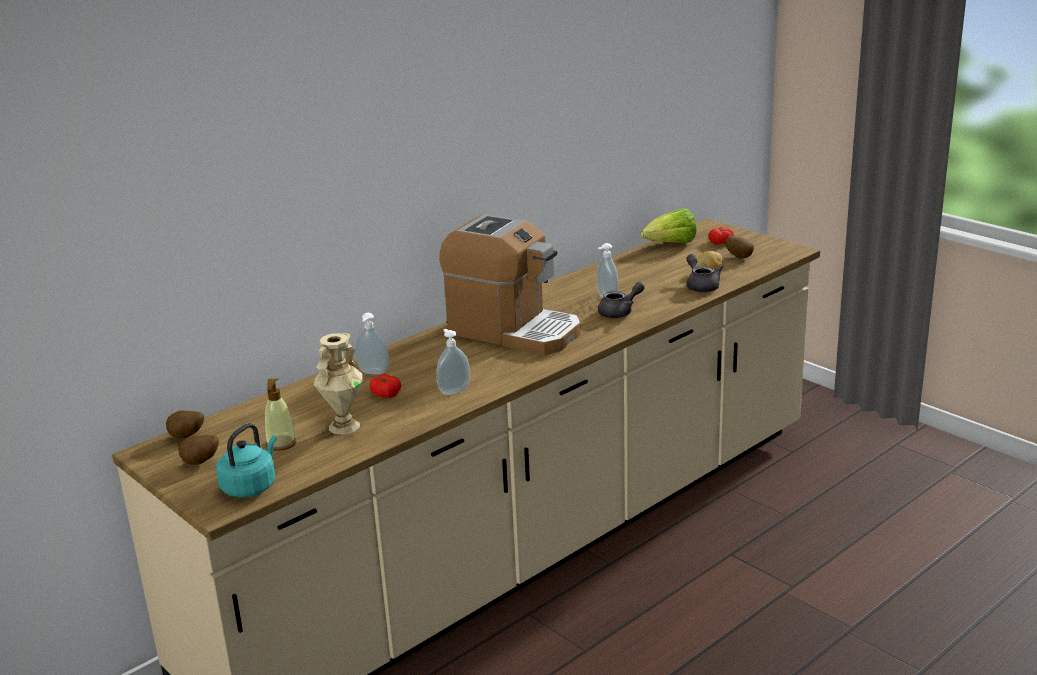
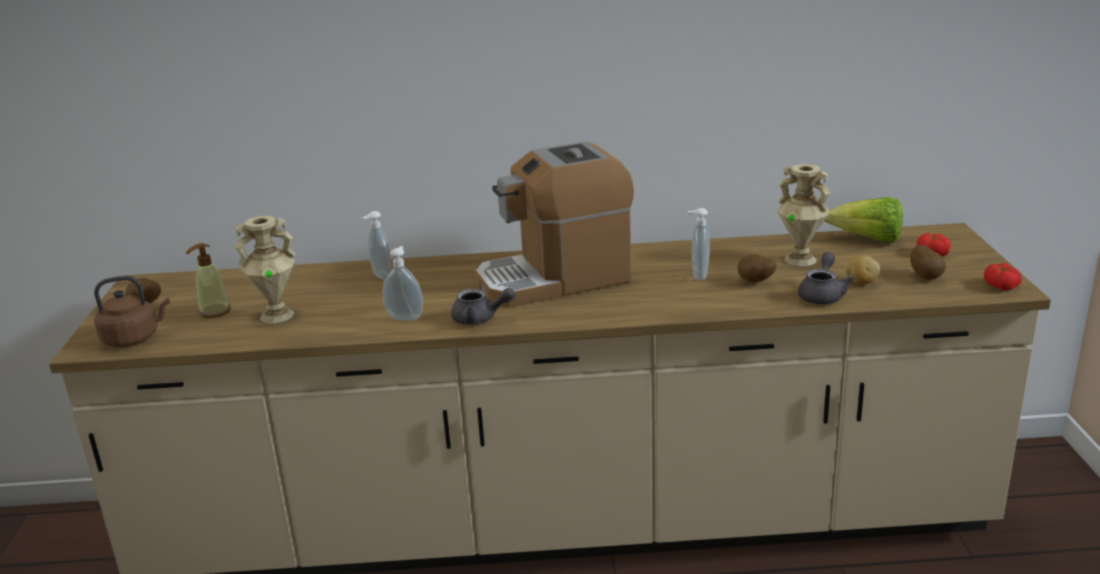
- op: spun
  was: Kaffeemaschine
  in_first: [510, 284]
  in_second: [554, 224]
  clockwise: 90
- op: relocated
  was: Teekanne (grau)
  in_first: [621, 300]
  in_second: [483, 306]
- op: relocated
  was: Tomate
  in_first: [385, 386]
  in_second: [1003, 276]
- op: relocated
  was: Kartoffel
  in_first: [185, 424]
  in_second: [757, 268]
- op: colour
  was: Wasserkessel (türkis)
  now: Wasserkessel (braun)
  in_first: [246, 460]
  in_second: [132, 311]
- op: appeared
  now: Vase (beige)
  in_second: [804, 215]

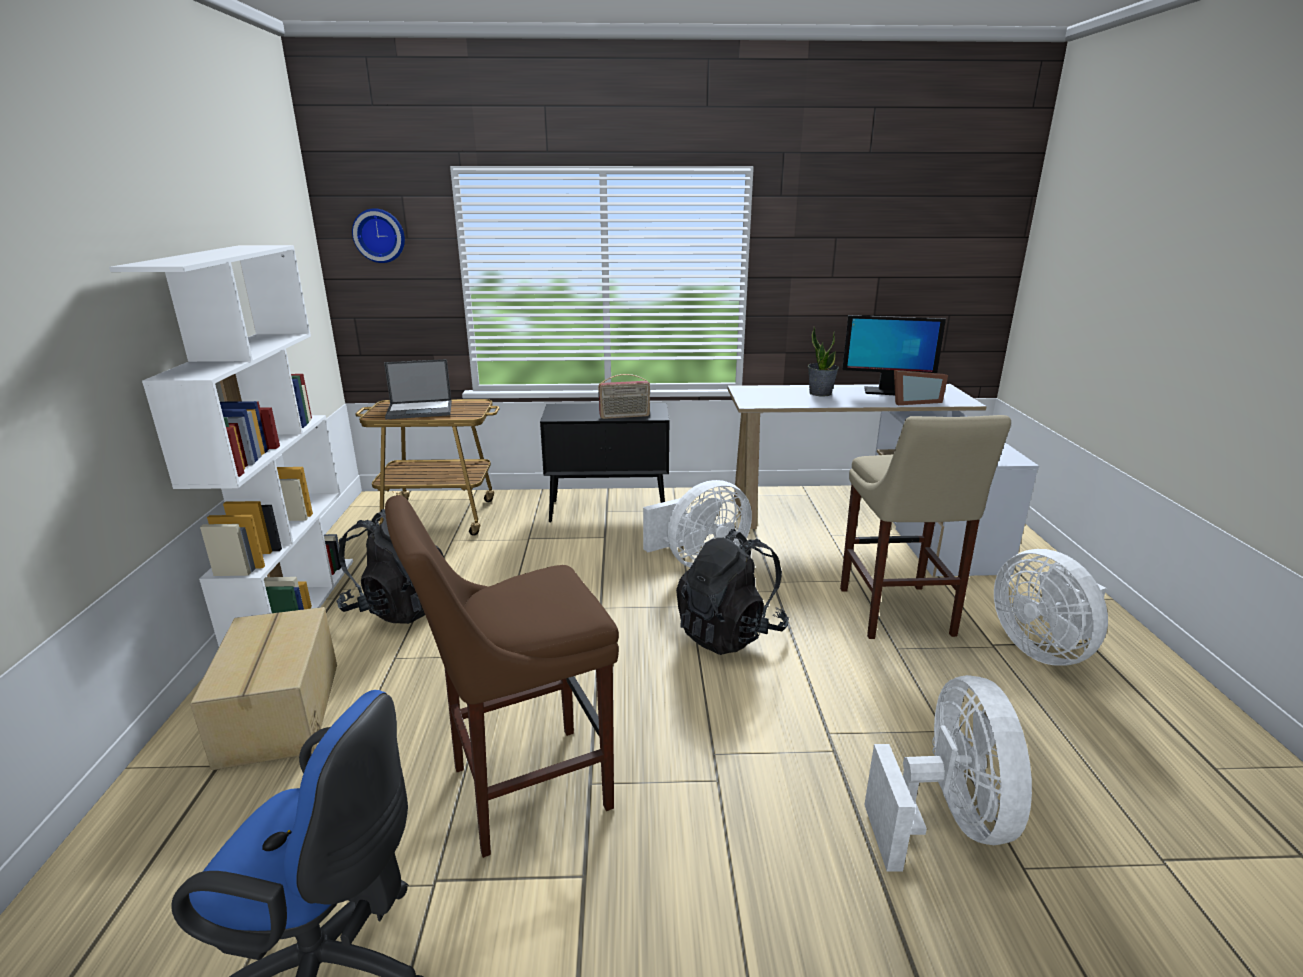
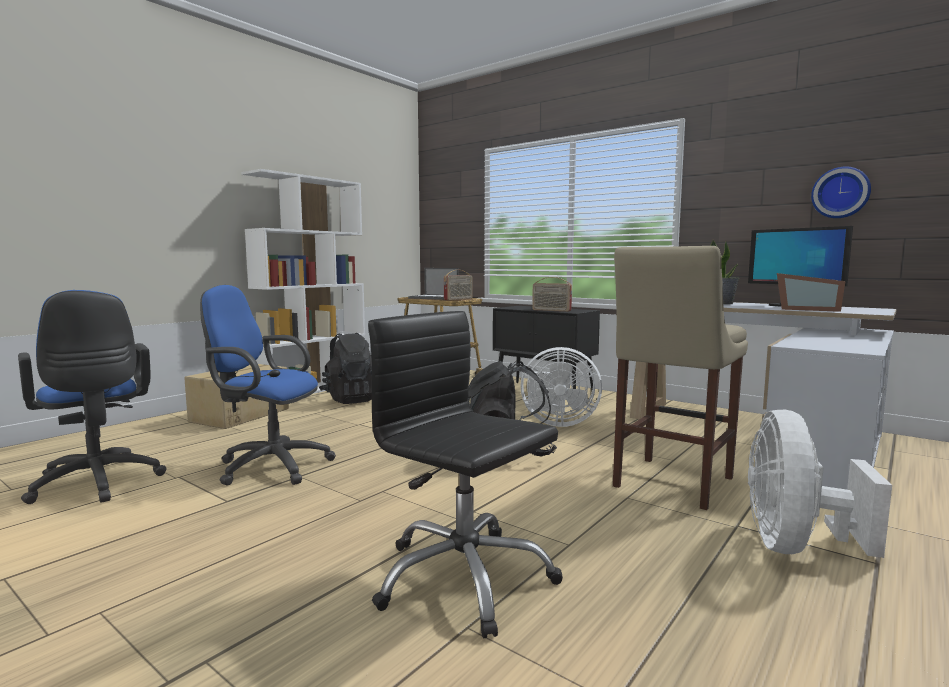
- op: relocated
  was: Wanduhr
  in_first: [378, 235]
  in_second: [841, 192]
- op: exchanged
  was: Hocker (braun)
  now: Bürostuhl (blau)
  in_first: [502, 676]
  in_second: [268, 385]
- op: exchanged
  was: Ventilator (weiß)
  now: Bürostuhl (schwarz)
  in_first: [948, 773]
  in_second: [465, 474]
- op: appeared
  now: Radio
  in_second: [458, 285]

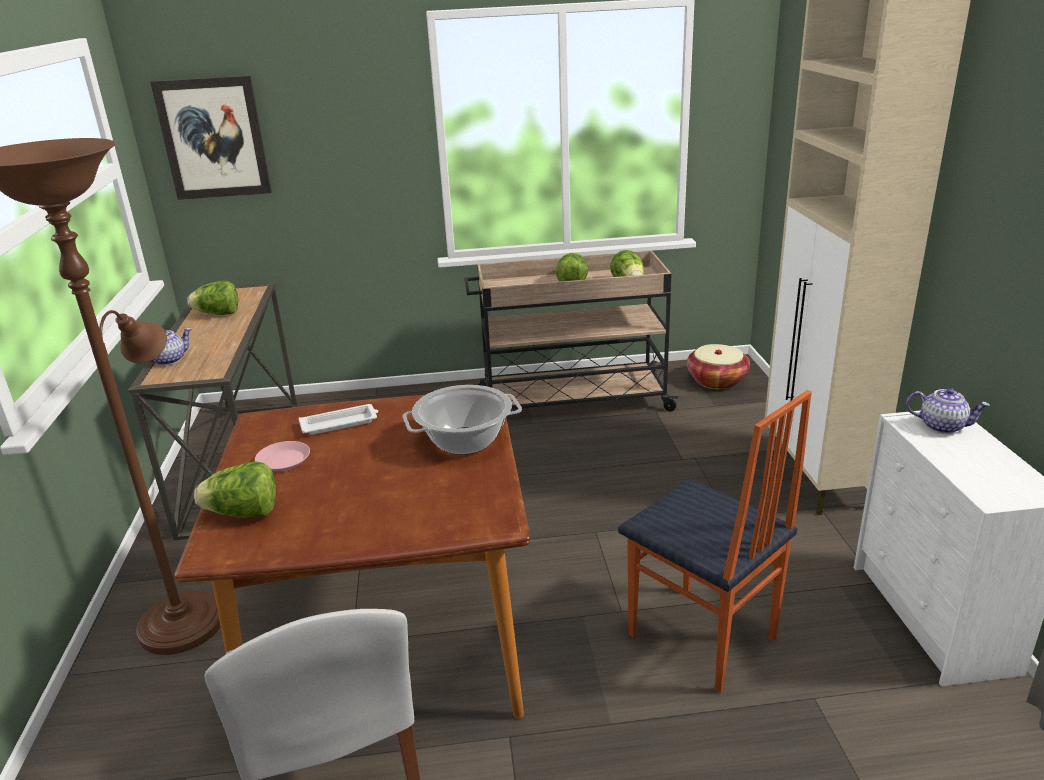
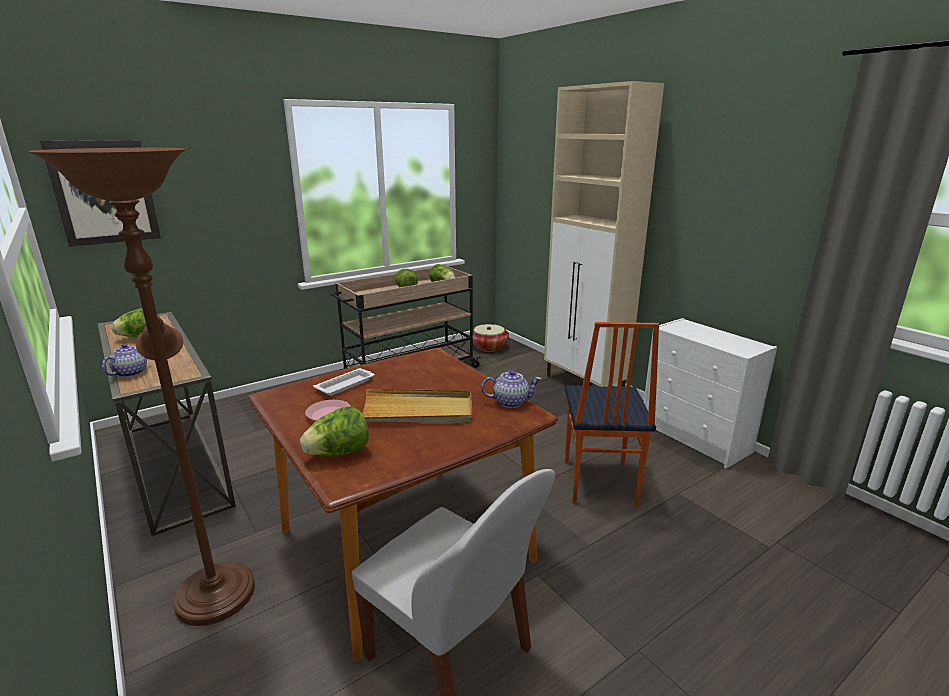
- op: missing
  was: Kochtopf
  in_first: [462, 420]
- op: relocated
  was: Teekanne
  in_first: [948, 411]
  in_second: [511, 389]
- op: spun
  was: Stuhl
  in_first: [715, 541]
  in_second: [612, 414]
  clockwise: 75
- op: appeared
  now: Tablett (beige)
  in_second: [417, 406]

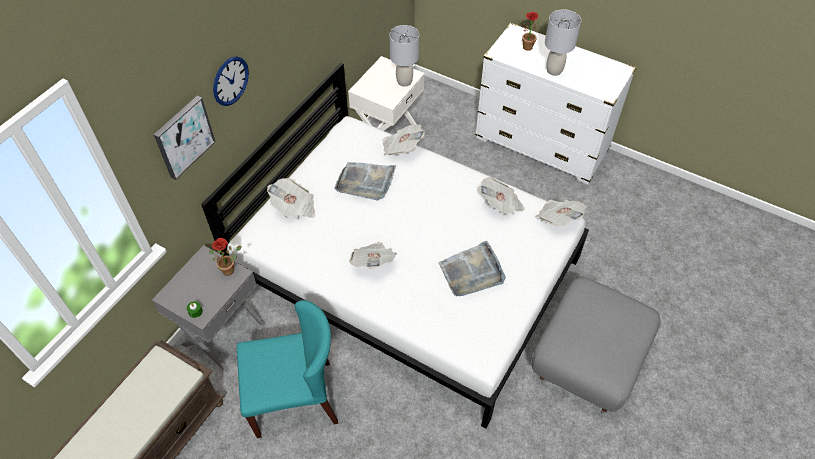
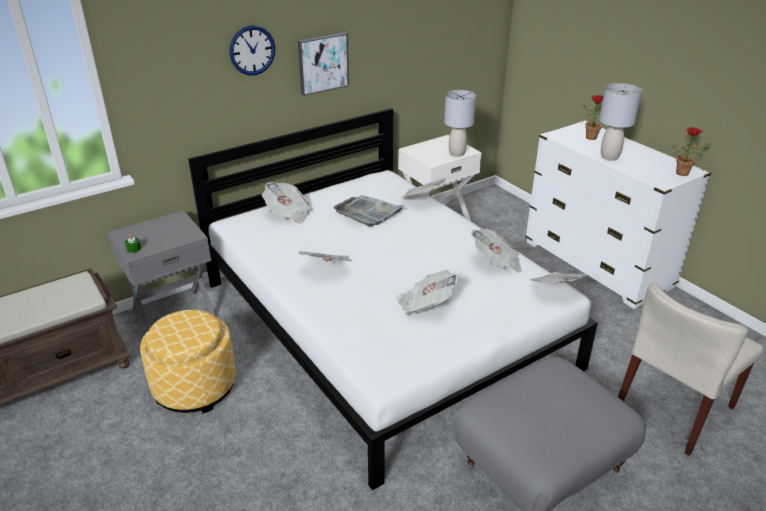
- op: relocated
  was: Bild
  in_first: [185, 138]
  in_second: [323, 64]
- op: relocated
  was: Topfpflanze
  in_first: [225, 257]
  in_second: [691, 151]
- op: exchanged
  was: Tablett (grau)
  now: Zeitung
  in_first: [472, 268]
  in_second: [428, 292]
- op: exchanged
  was: Stuhl (türkis)
  now: Polsterhocker
  in_first: [287, 369]
  in_second: [188, 362]
- op: appeared
  now: Stuhl (beige)
  in_second: [690, 369]

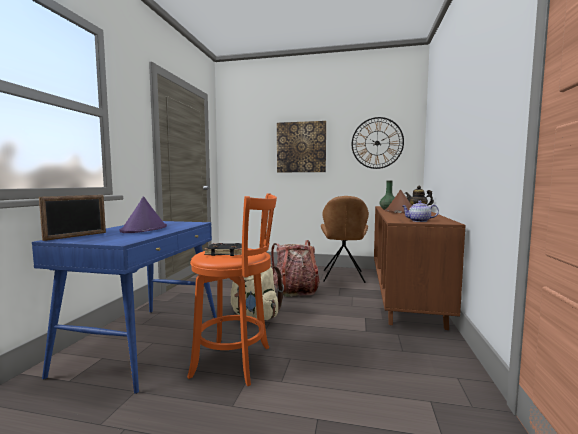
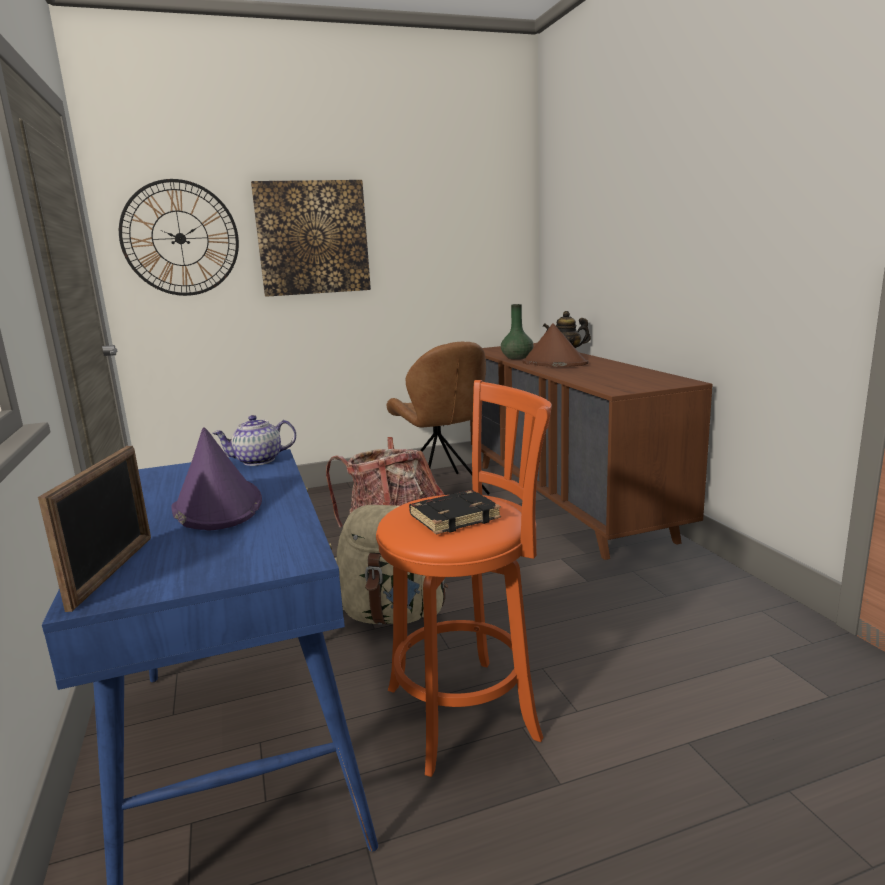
- op: relocated
  was: Wanduhr
  in_first: [378, 143]
  in_second: [179, 237]
- op: relocated
  was: Teekanne
  in_first: [420, 211]
  in_second: [254, 440]

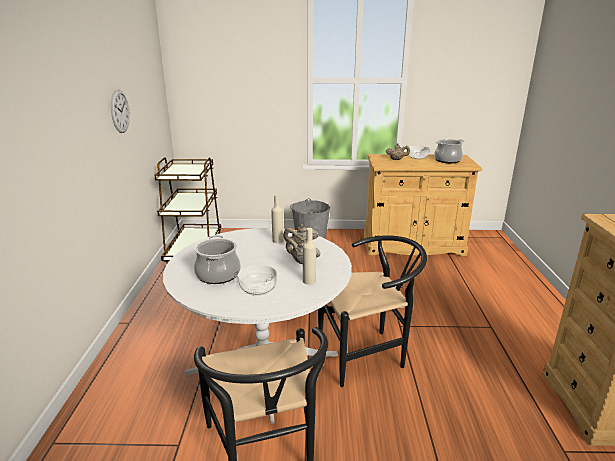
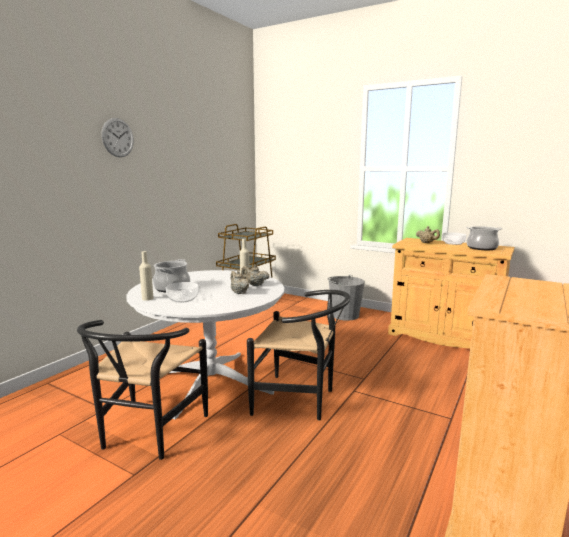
- op: relocated
  was: Wanduhr
  in_first: [120, 111]
  in_second: [117, 137]
- op: relocated
  was: Flasche (beige)
  in_first: [309, 256]
  in_second: [146, 276]

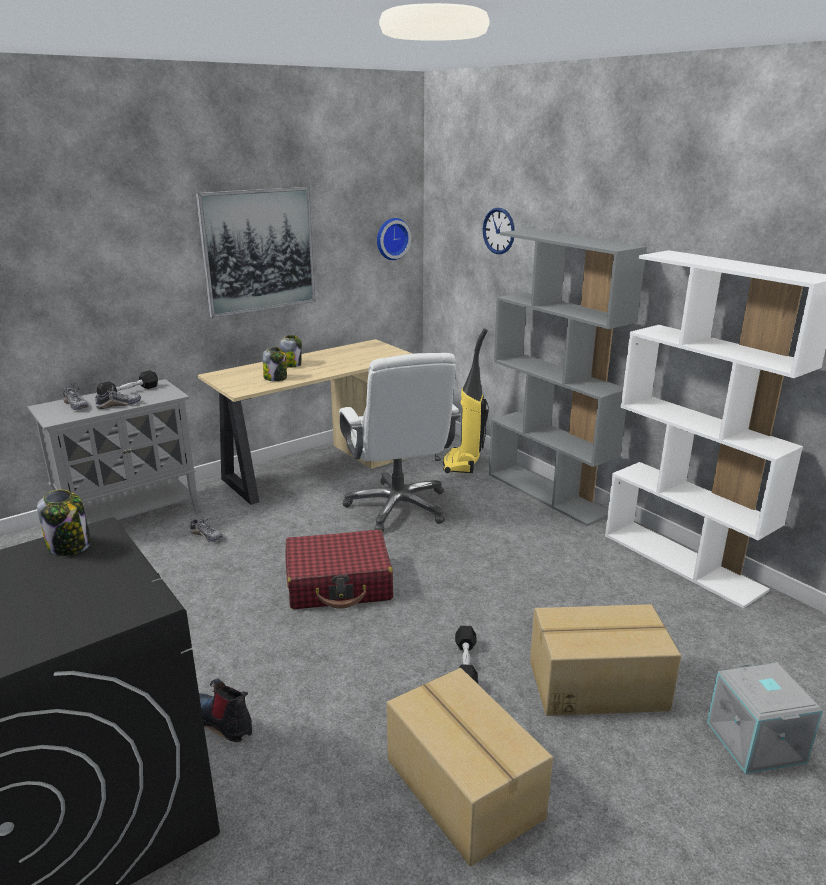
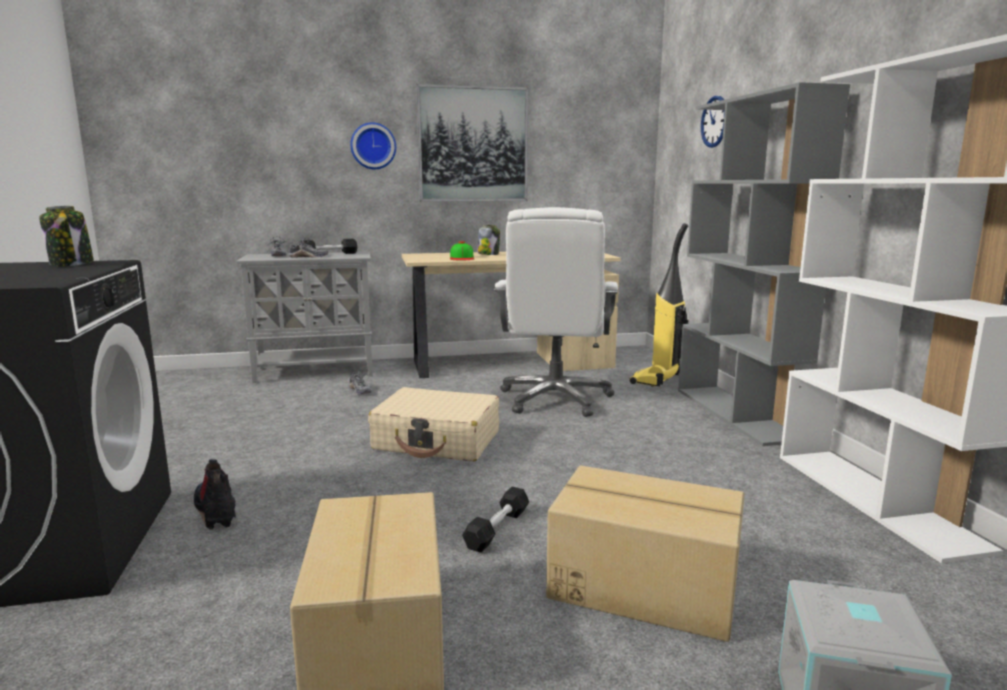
- op: relocated
  was: Wanduhr
  in_first: [394, 239]
  in_second: [373, 145]
- op: exchanged
  was: Vorratsglas
  now: Kappe
  in_first: [275, 364]
  in_second: [462, 250]
- op: colour
  was: Koffer (rot)
  now: Koffer (beige)
  in_first: [339, 569]
  in_second: [433, 424]

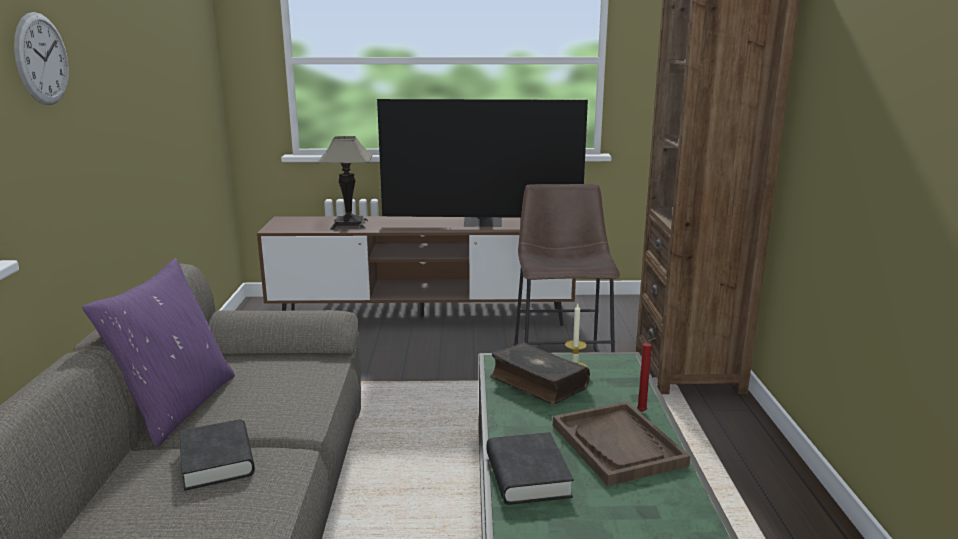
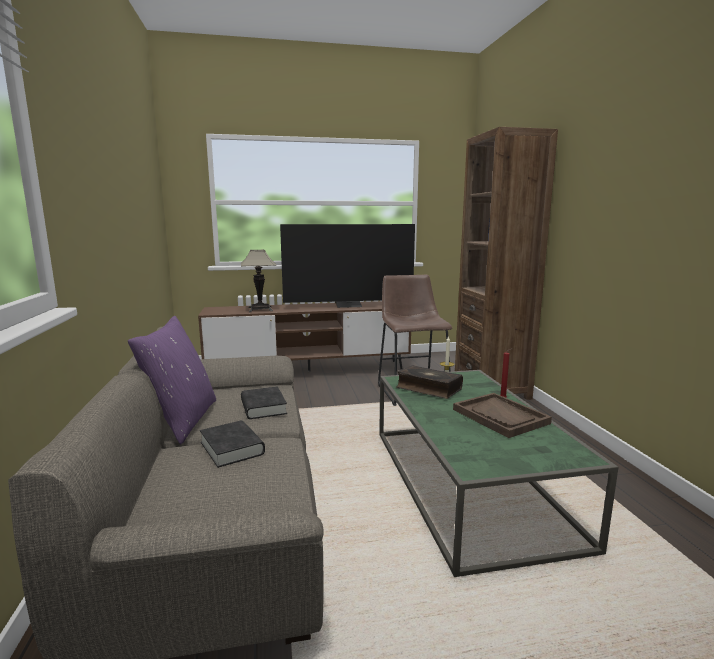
- op: missing
  was: Wanduhr
  in_first: [41, 58]
- op: relocated
  was: Buch (schwarz)
  in_first: [530, 468]
  in_second: [264, 402]

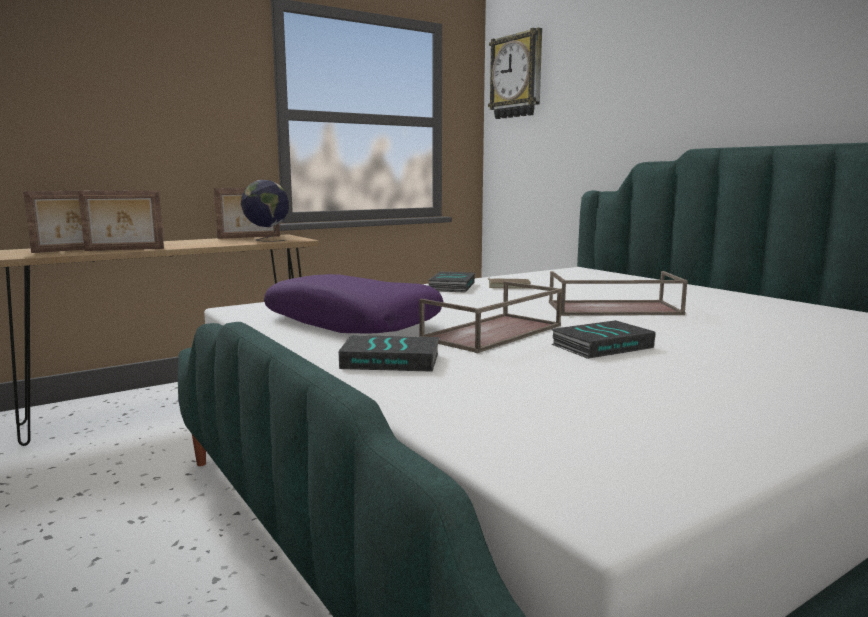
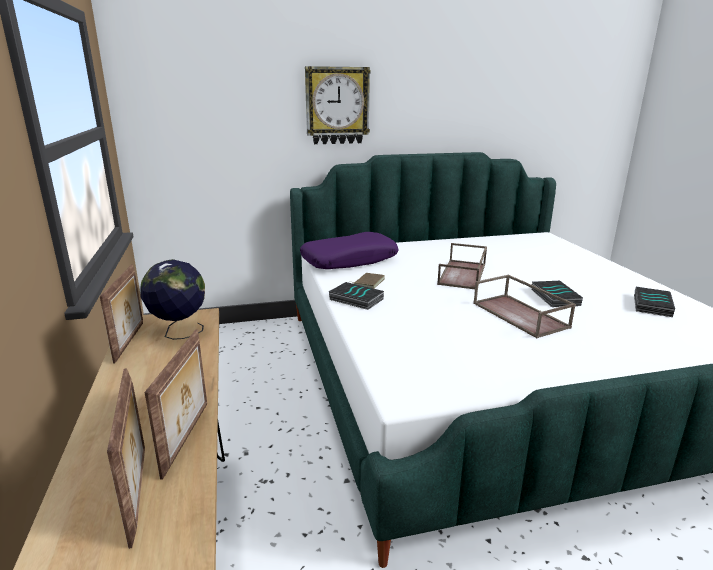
- op: relocated
  was: Wanduhr
  in_first: [515, 73]
  in_second: [338, 105]
- op: relocated
  was: Kissen (lila)
  in_first: [353, 303]
  in_second: [349, 250]
- op: relocated
  was: Buch
  in_first: [389, 353]
  in_second: [654, 302]

